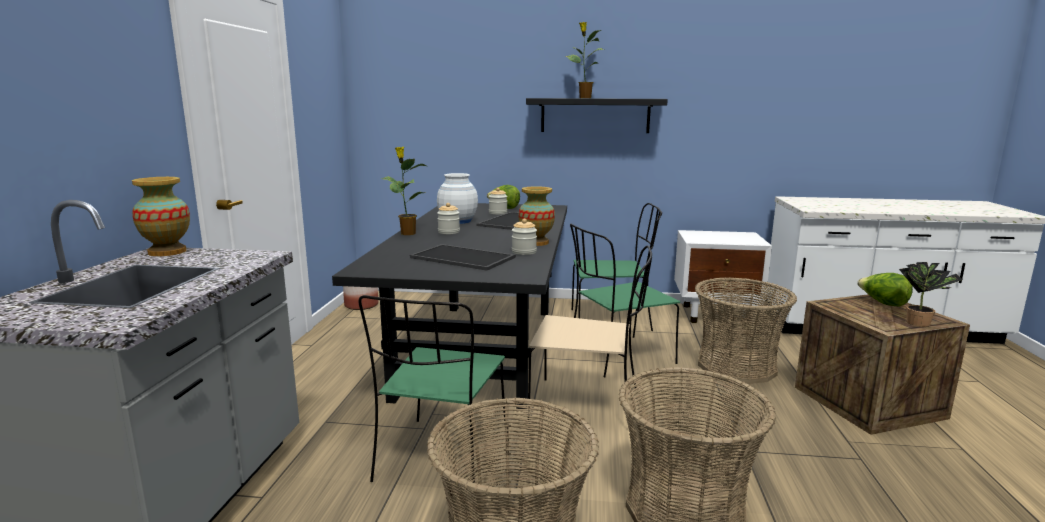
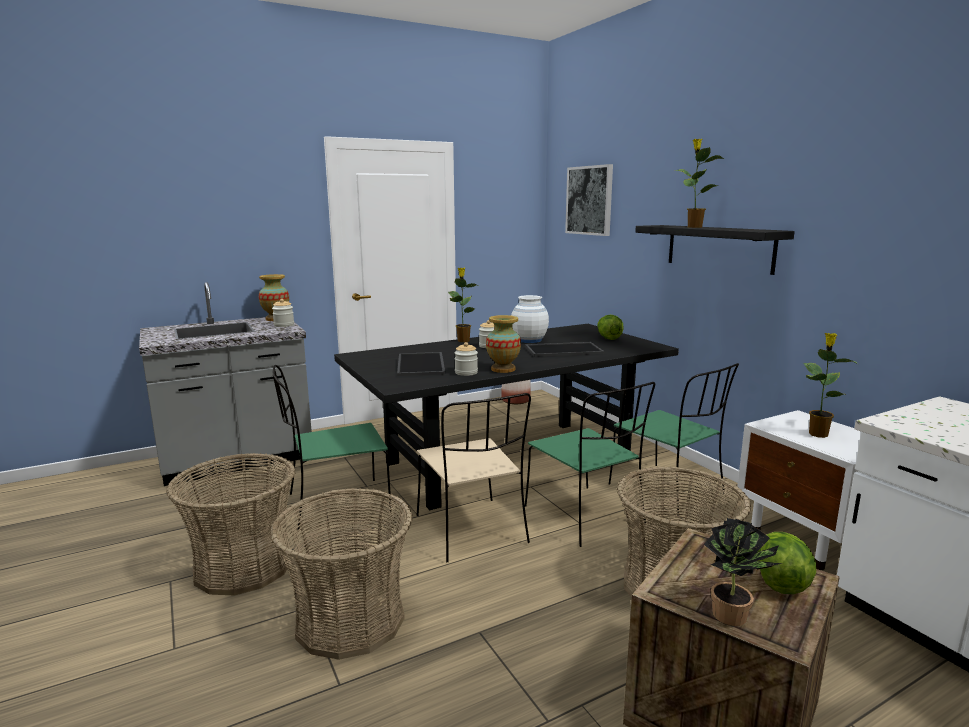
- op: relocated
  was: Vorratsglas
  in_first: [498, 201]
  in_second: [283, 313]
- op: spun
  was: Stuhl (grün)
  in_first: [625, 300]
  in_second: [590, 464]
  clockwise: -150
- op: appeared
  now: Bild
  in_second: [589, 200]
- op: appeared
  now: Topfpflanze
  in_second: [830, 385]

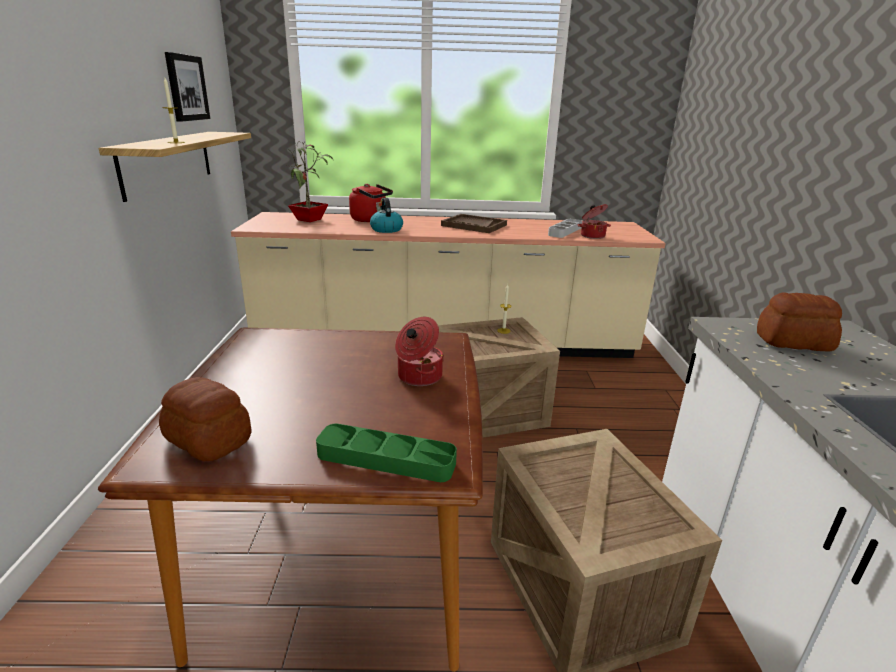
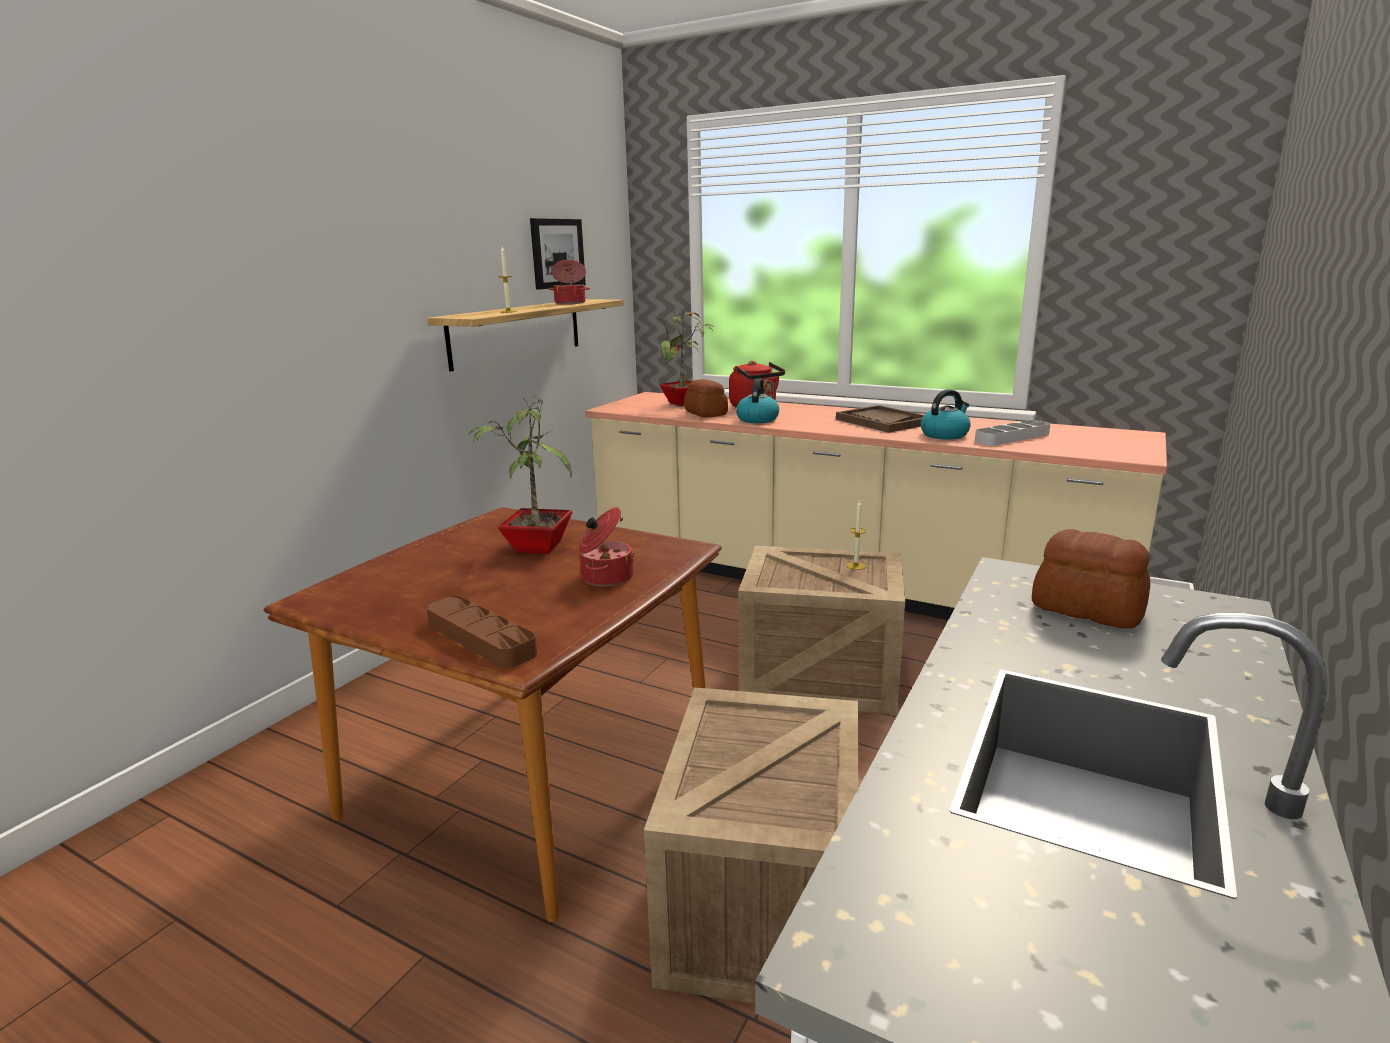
- op: relocated
  was: Kochtopf
  in_first: [594, 221]
  in_second: [569, 282]
- op: relocated
  was: Brot
  in_first: [205, 419]
  in_second: [706, 398]
- op: colour
  was: Tablett (grün)
  now: Tablett (braun)
  in_first: [386, 452]
  in_second: [481, 632]
- op: appeared
  now: Wasserkessel
  in_second: [945, 414]
- op: appeared
  now: Topfpflanze
  in_second: [519, 475]

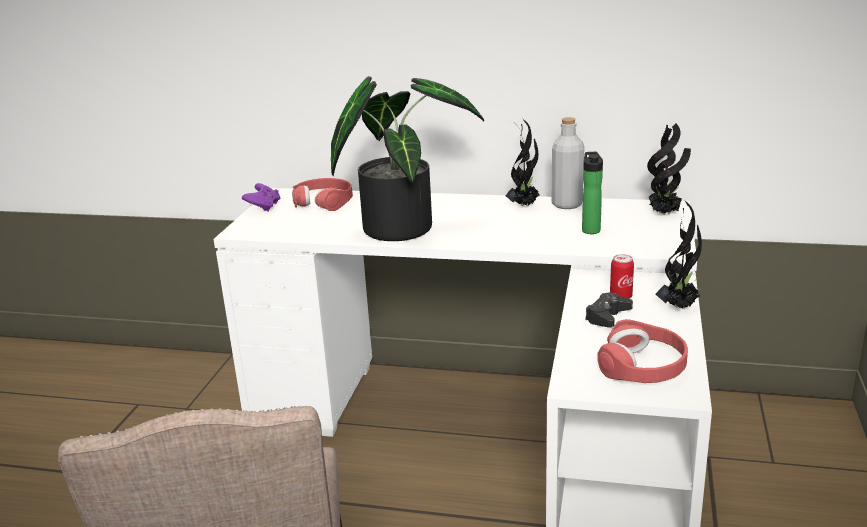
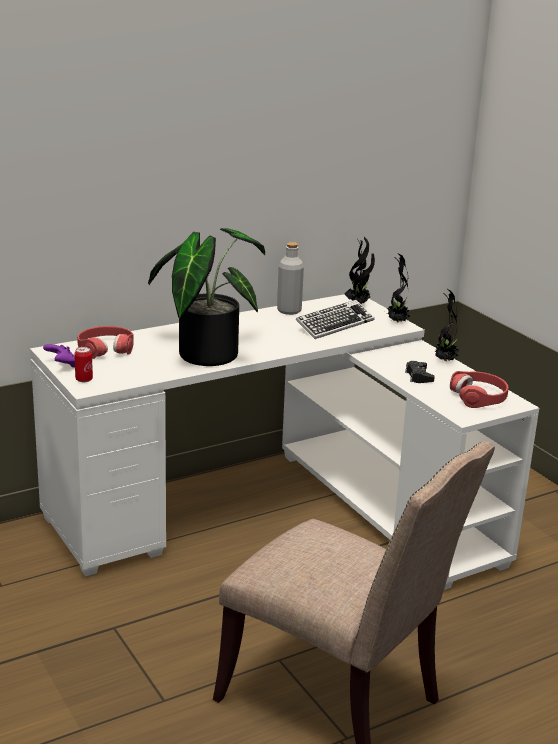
- op: relocated
  was: Topfpflanze
  in_first: [522, 162]
  in_second: [399, 287]
- op: exchanged
  was: Flasche
  now: Tastatur
  in_first: [592, 193]
  in_second: [335, 319]
- op: relocated
  was: Dose
  in_first: [622, 276]
  in_second: [83, 364]

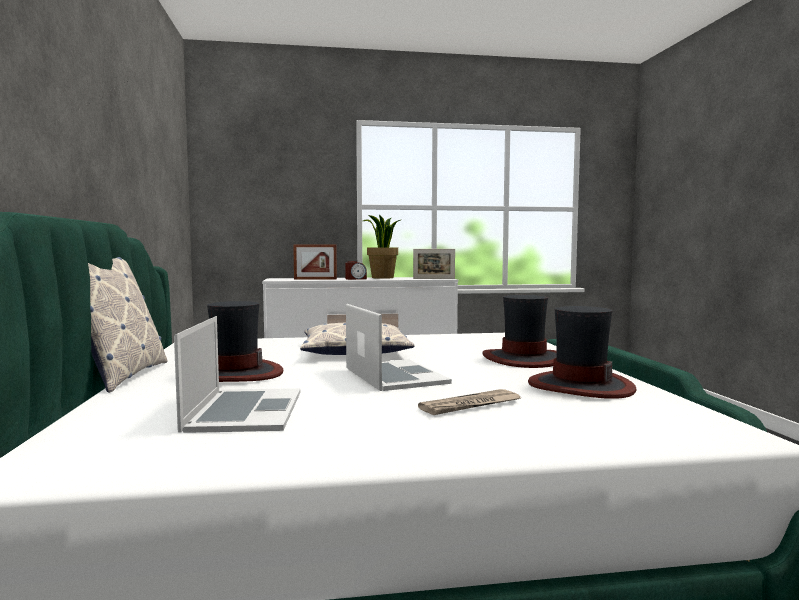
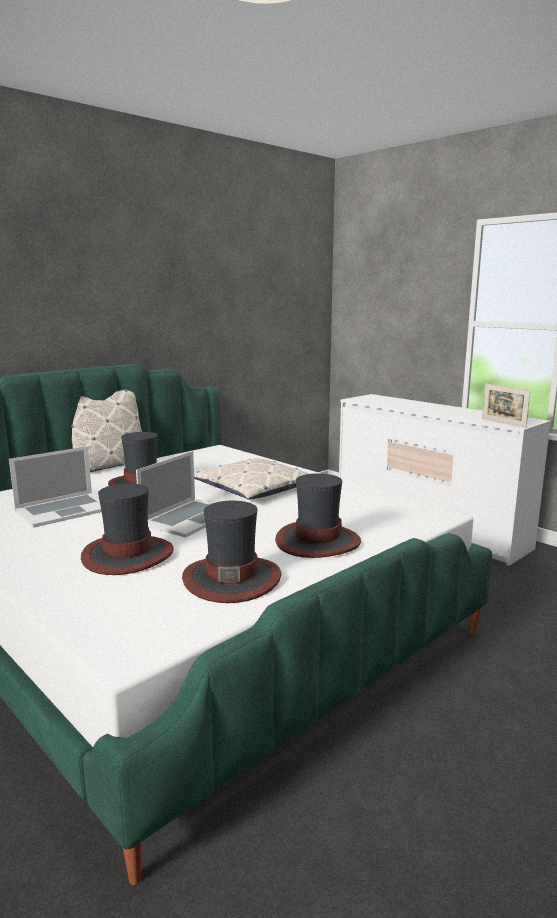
- op: missing
  was: Topfpflanze
  in_first: [382, 246]
- op: missing
  was: Bilderrahmen
  in_first: [315, 262]
- op: missing
  was: Wecker
  in_first: [356, 270]
- op: exchanged
  was: Zeitung
  now: Hut
  in_first: [469, 402]
  in_second: [127, 529]

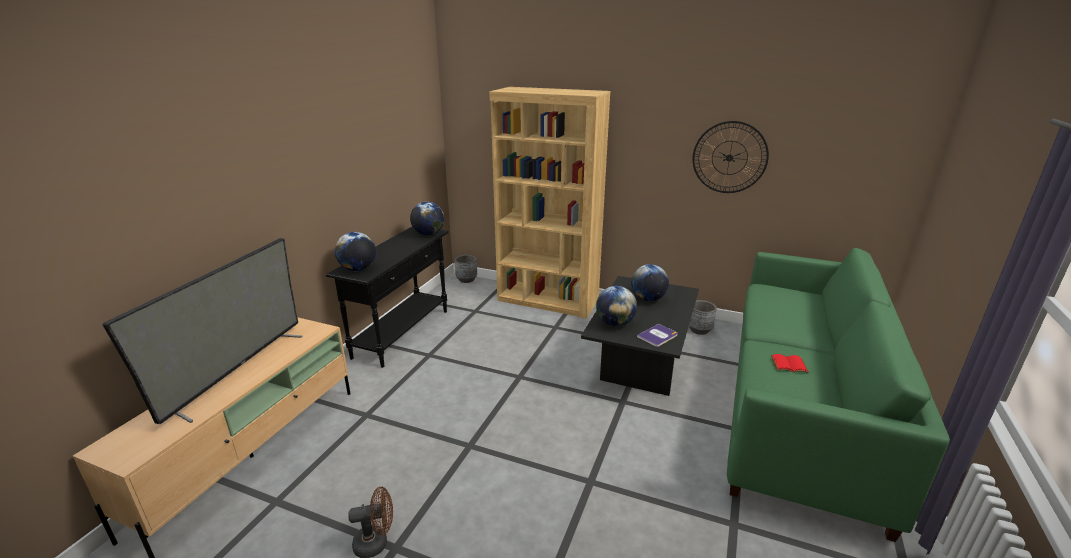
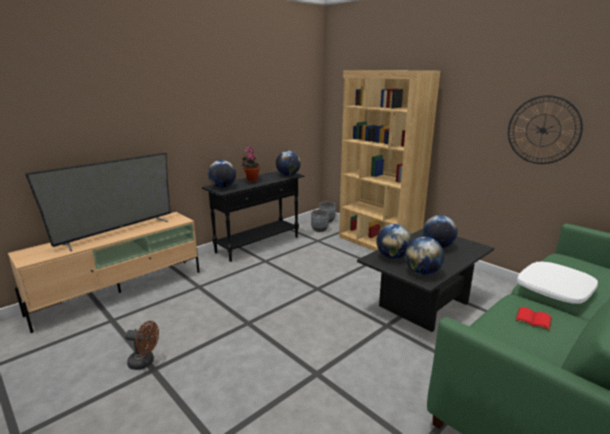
- op: relocated
  was: Pflanzkübel (grau)
  in_first: [703, 317]
  in_second: [320, 220]
- op: exchanged
  was: Buch
  now: Globus
  in_first: [657, 335]
  in_second: [424, 256]
- op: appeared
  now: Topfpflanze
  in_second: [250, 164]
- op: appeared
  now: Kissen (weiß)
  in_second: [557, 282]

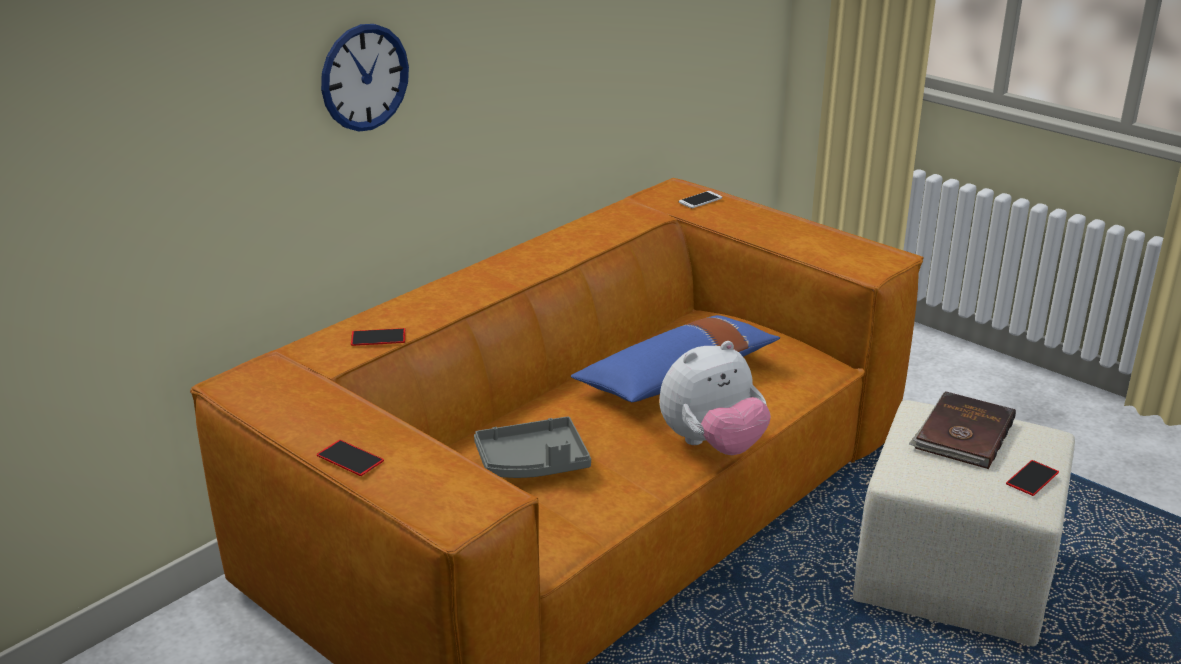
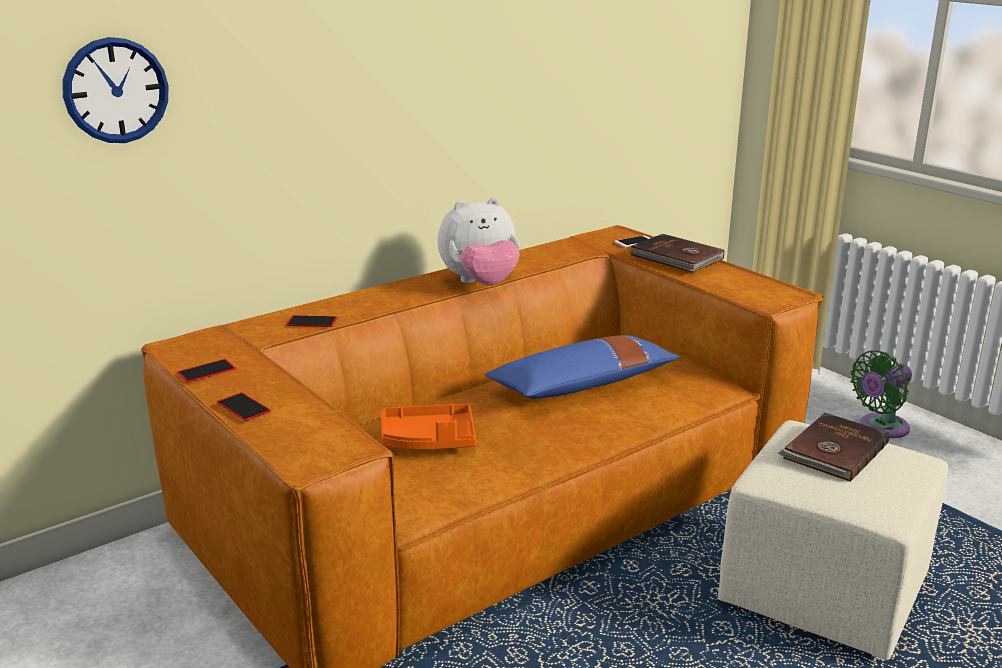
- op: relocated
  was: Wanduhr
  in_first: [365, 78]
  in_second: [116, 90]
- op: relocated
  was: Plüschtier
  in_first: [715, 398]
  in_second: [479, 241]
- op: colour
  was: Tablett (grau)
  now: Tablett (orange)
  in_first: [532, 447]
  in_second: [428, 427]
- op: relocated
  was: Handy
  in_first: [1032, 478]
  in_second: [206, 371]
- op: appeared
  now: Buch (braun)
  in_second: [677, 253]
- op: appeared
  now: Ventilator (grün)
  in_second: [881, 394]

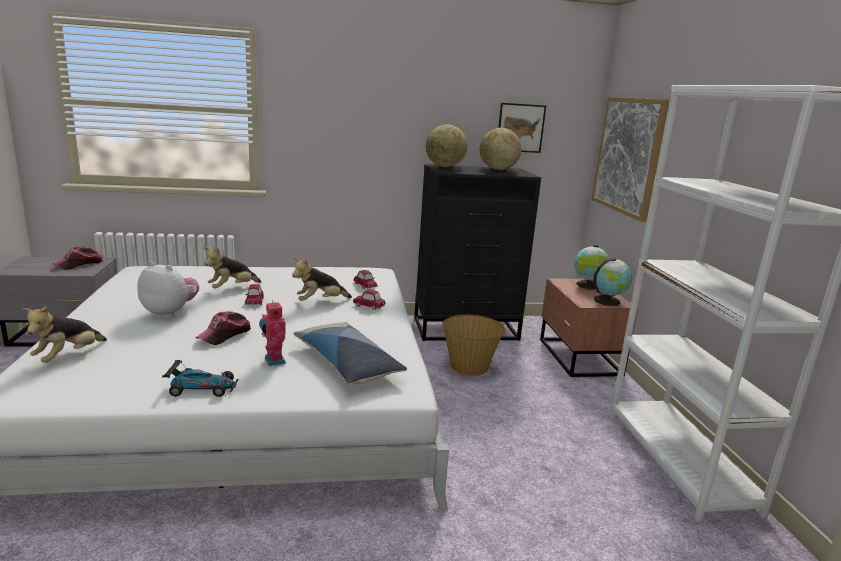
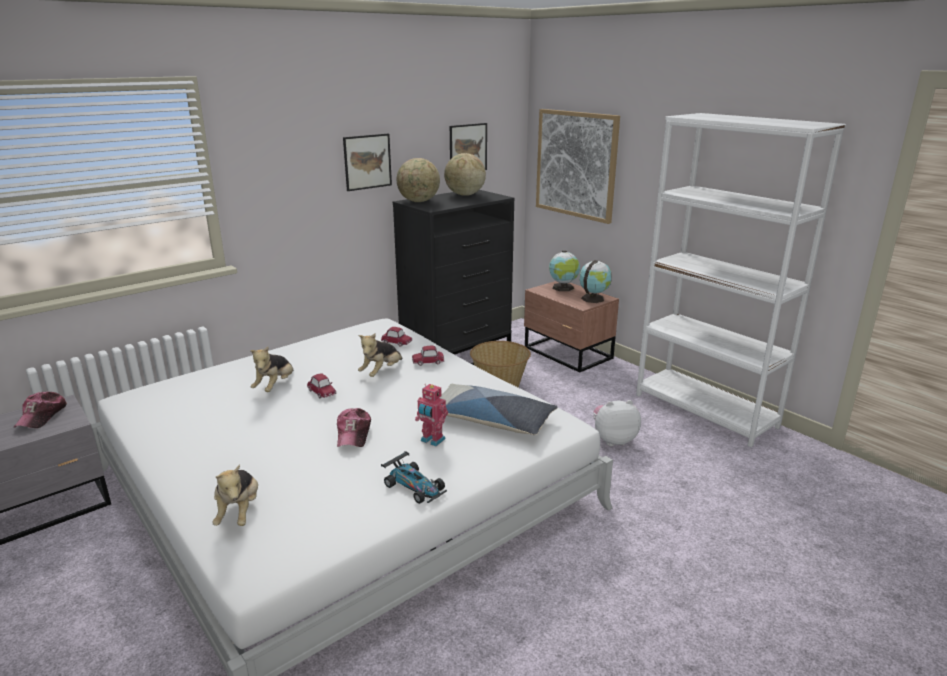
- op: relocated
  was: Plüschtier
  in_first: [168, 289]
  in_second: [617, 423]
- op: spun
  was: Spielzeugauto
  in_first: [200, 378]
  in_second: [414, 477]
  clockwise: 75
- op: appeared
  now: Bild
  in_second: [367, 162]

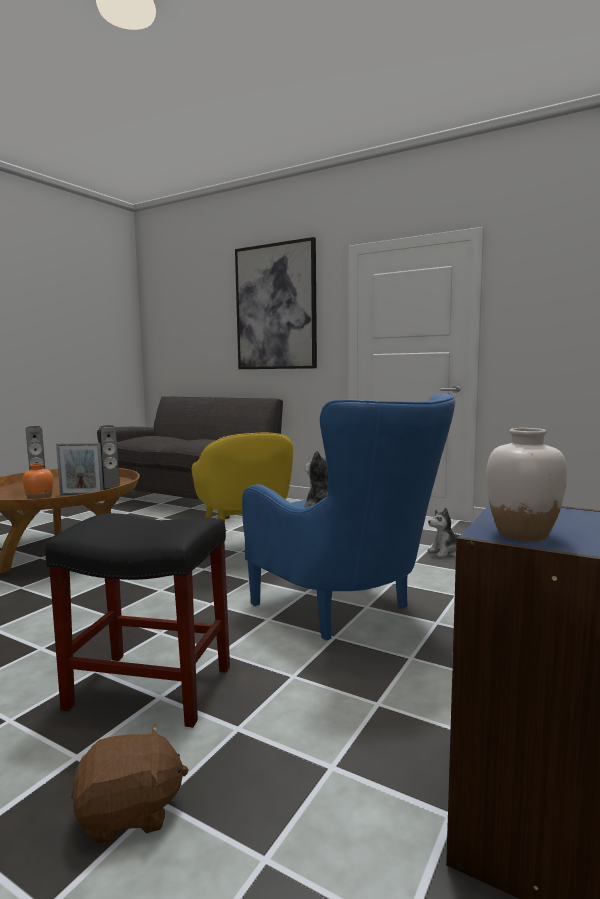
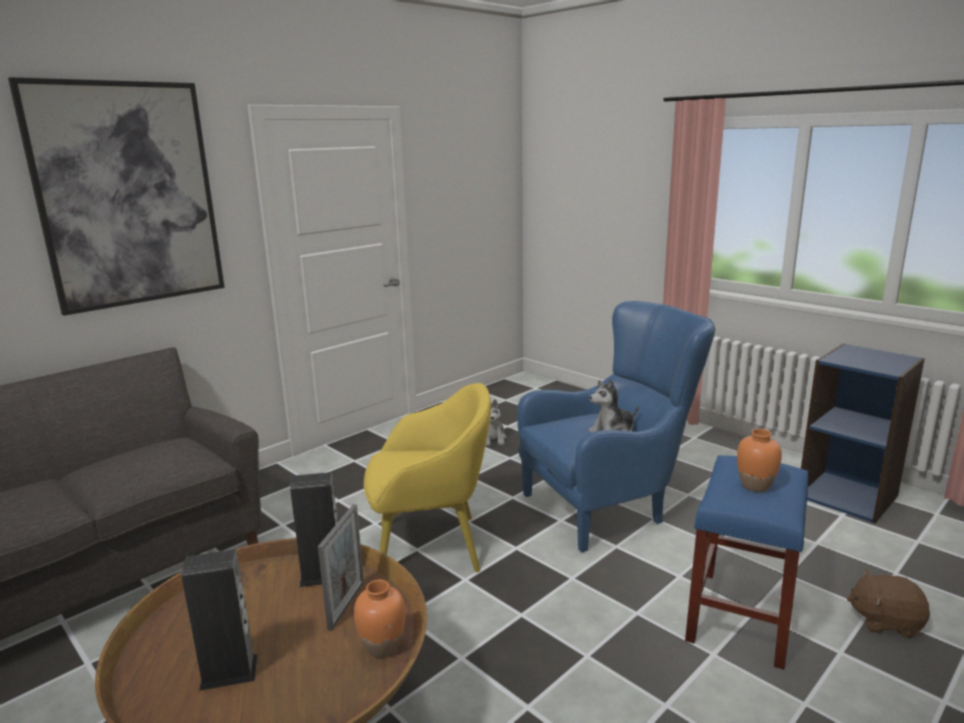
- op: missing
  was: Vase (weiß)
  in_first: [526, 484]
- op: colour
  was: Hocker (schwarz)
  now: Hocker (blau)
  in_first: [137, 620]
  in_second: [746, 562]
- op: spun
  was: Plüschtier (braun)
  in_first: [129, 784]
  in_second: [888, 603]
  clockwise: -75
- op: appeared
  now: Vase (orange)
  in_second: [759, 460]

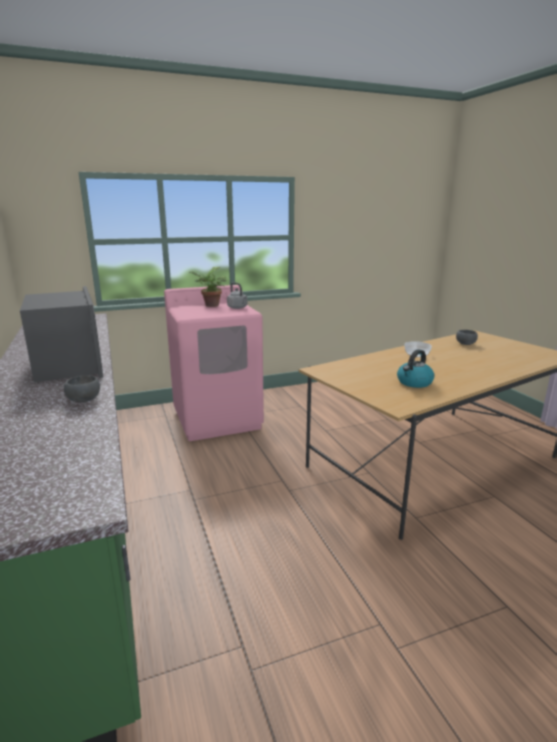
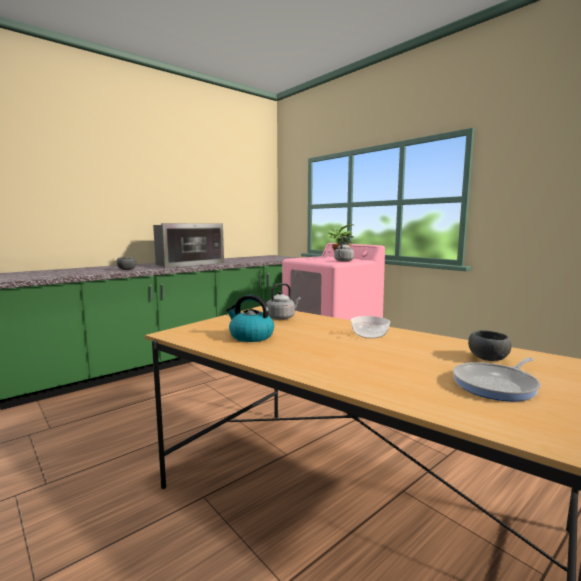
- op: appeared
  now: Wasserkessel (grau)
  in_second: [283, 301]
- op: appeared
  now: Pfanne
  in_second: [497, 379]

